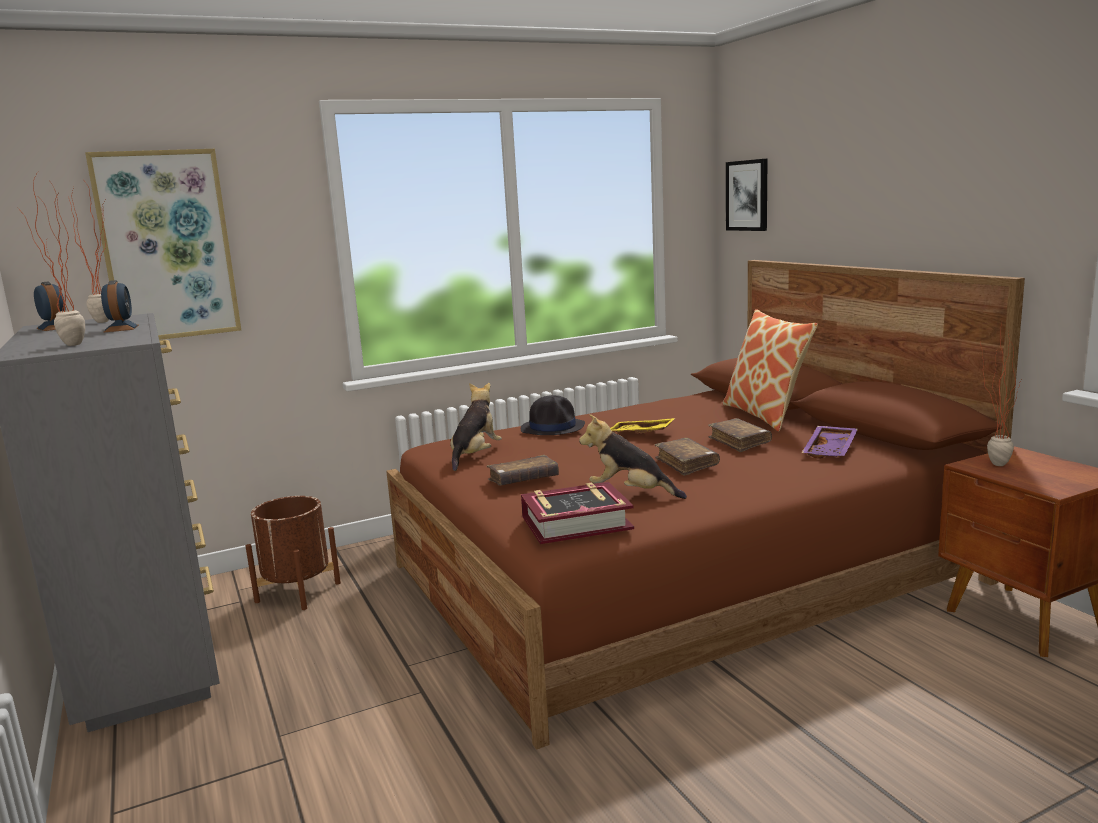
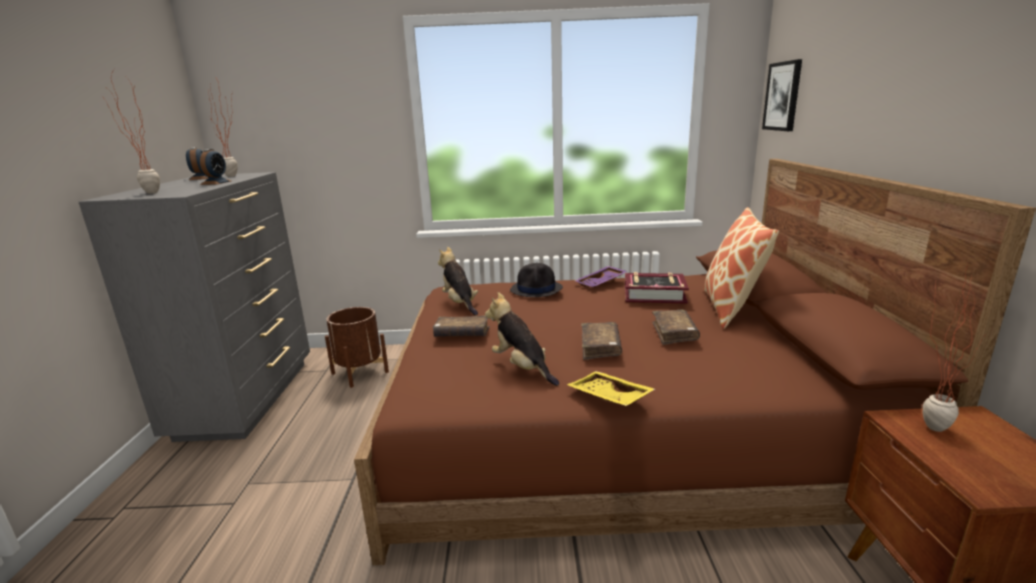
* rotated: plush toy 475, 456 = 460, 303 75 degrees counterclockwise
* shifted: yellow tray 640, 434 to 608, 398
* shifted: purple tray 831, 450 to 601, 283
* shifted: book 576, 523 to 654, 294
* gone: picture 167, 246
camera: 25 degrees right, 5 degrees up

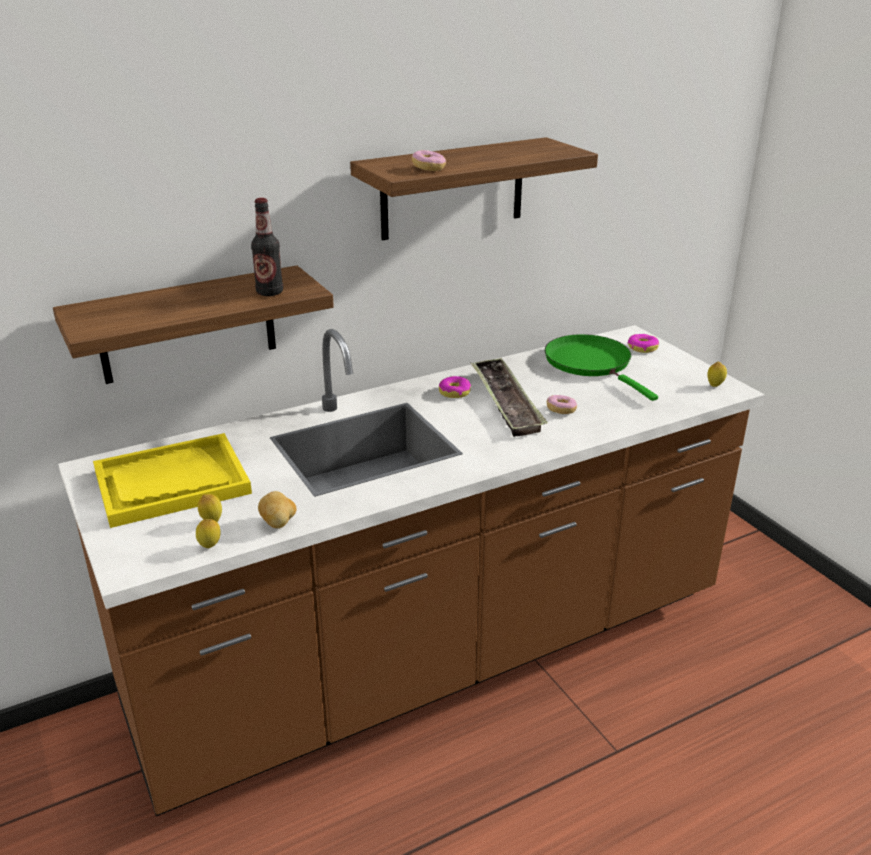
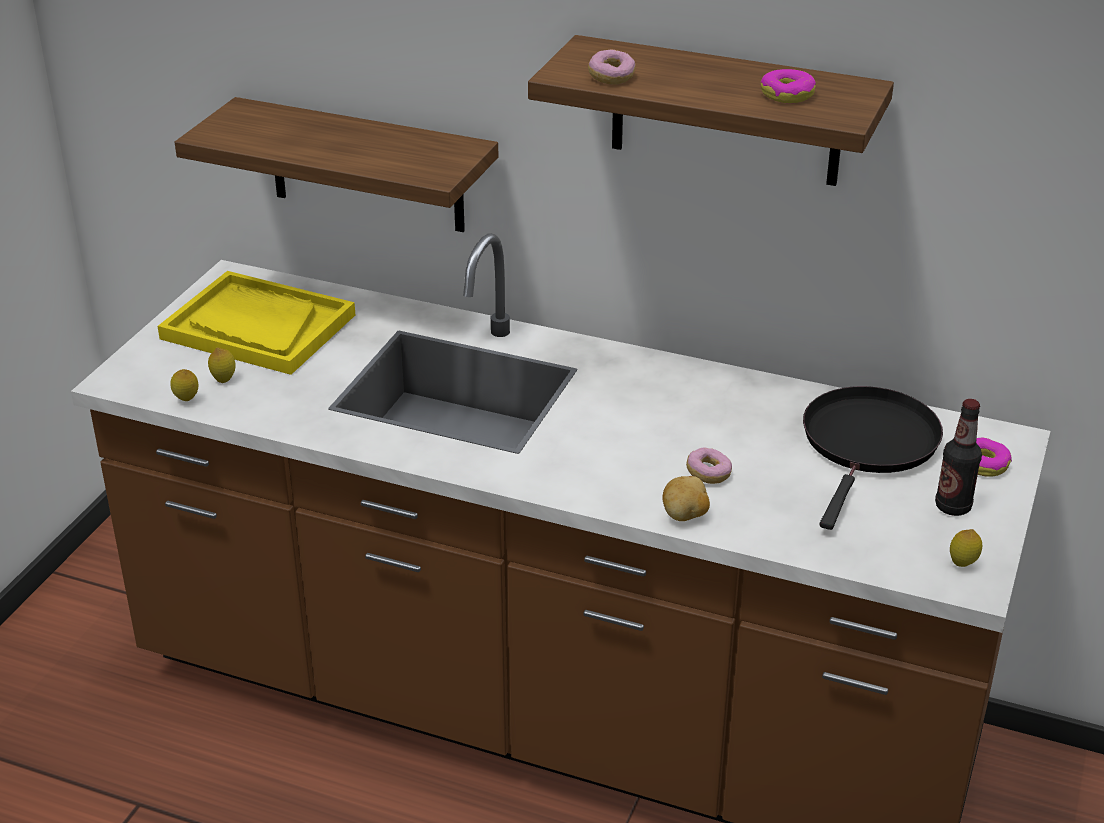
* shifted: potato 278, 523 to 685, 515
* shifted: donut 454, 392 to 787, 95
* repainted: green frying pan 591, 364 to black frying pan 868, 445
* shifted: bottle 269, 292 to 953, 507
* gone: tray 506, 402
camera: 50 degrees right, 5 degrees up

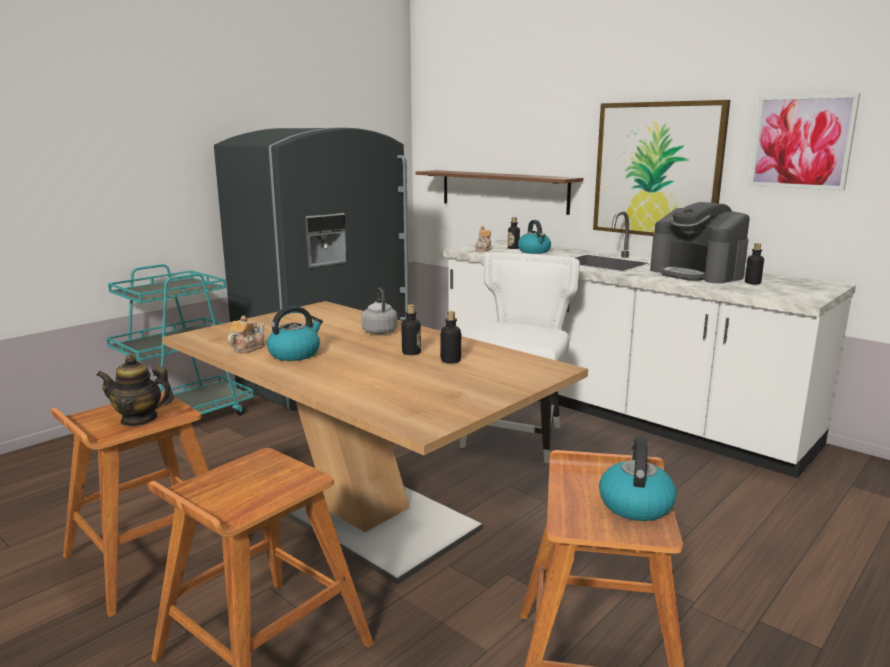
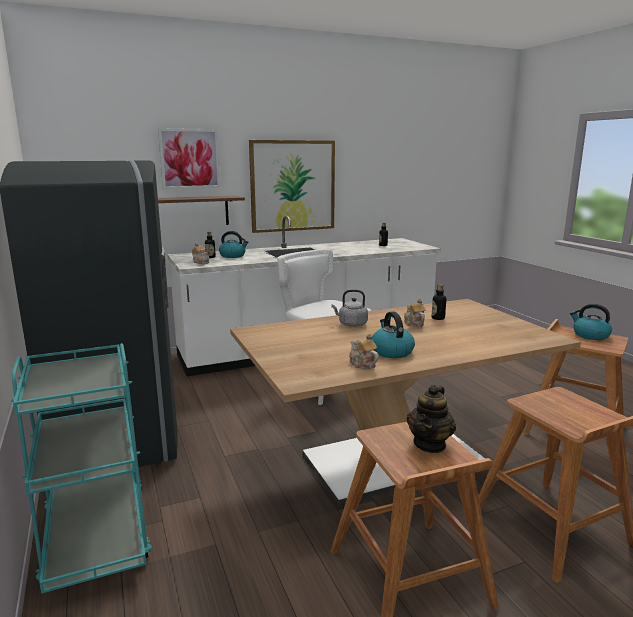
* shifted: picture 801, 142 to 189, 159
* swapped: bottle 411, 353 to teapot 413, 323
* gone: coffee machine 697, 274
camera: 65 degrees left, 0 degrees up

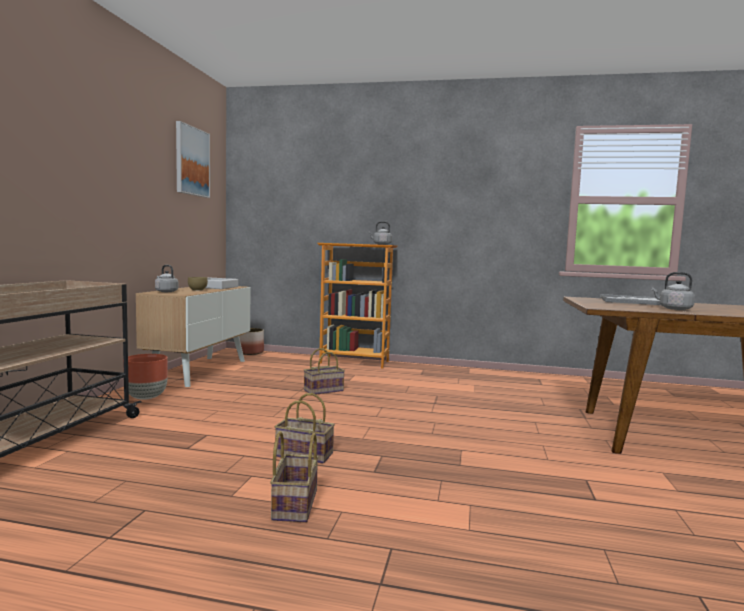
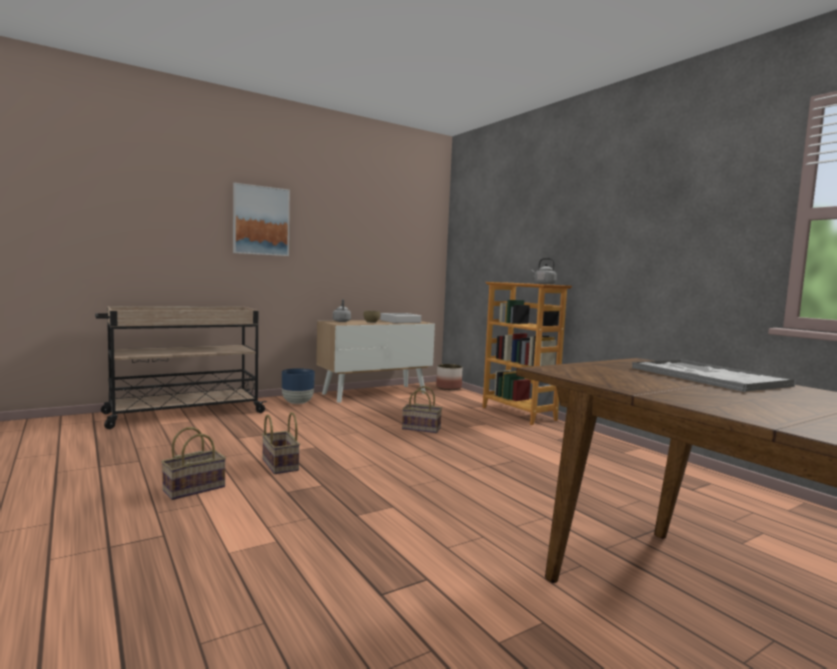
* shifted: picture 191, 161 to 261, 220
* repainted: brown planter 146, 397 to blue planter 298, 403
* gone: grey kettle 673, 309
camera: 45 degrees right, 0 degrees up

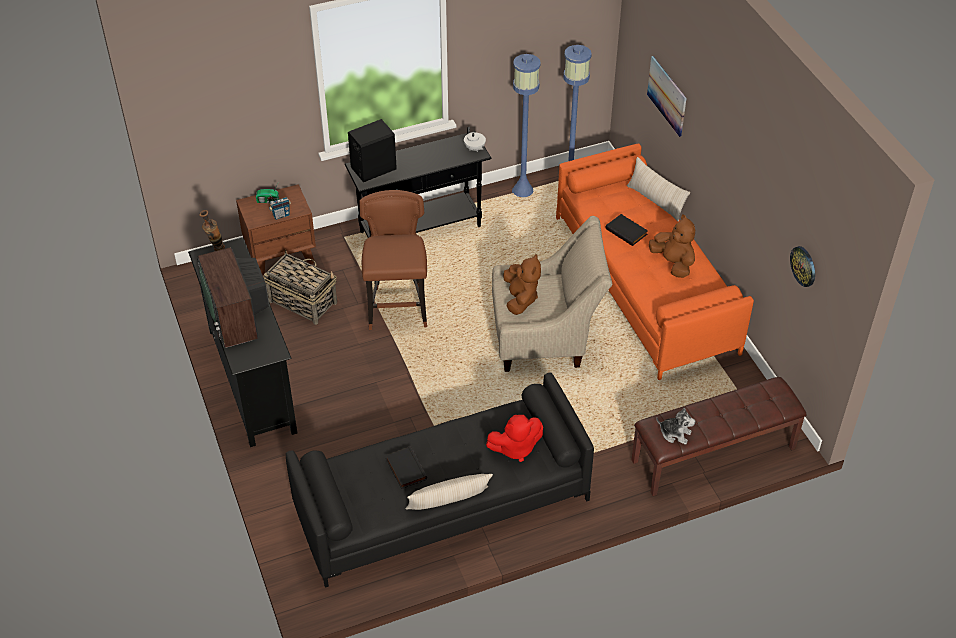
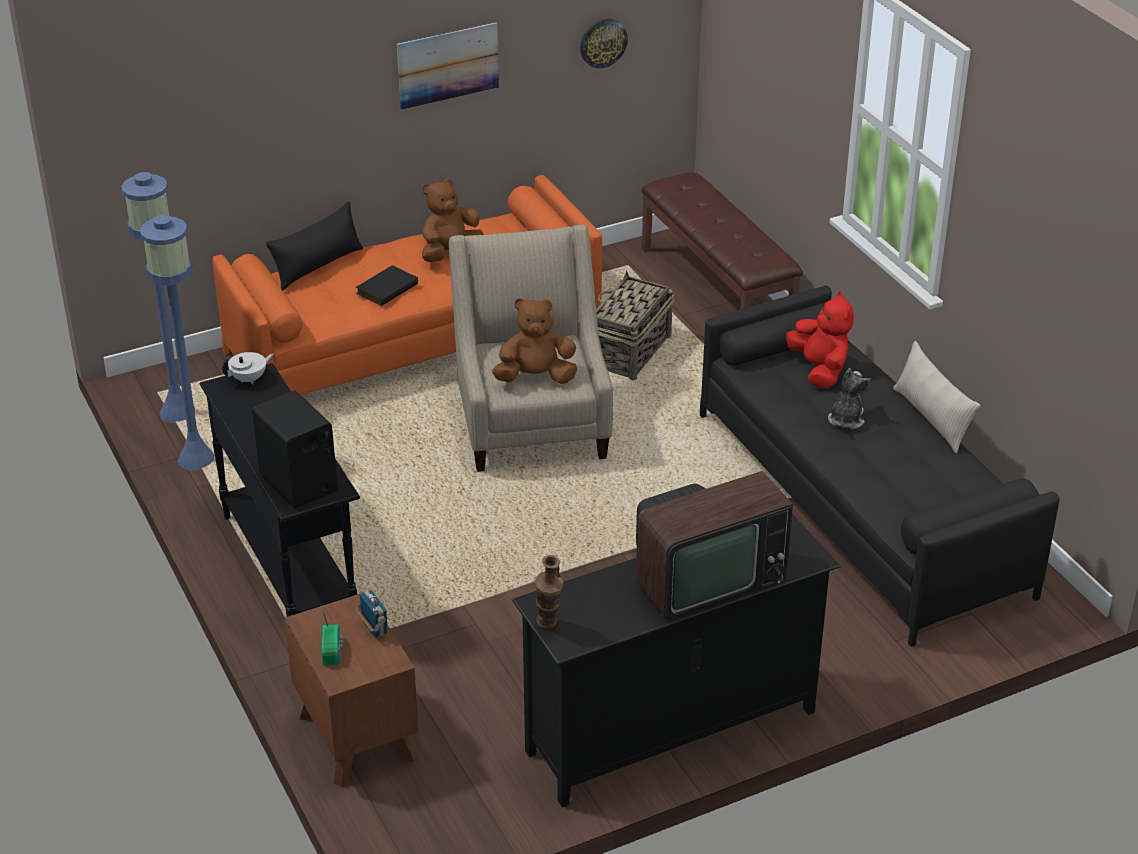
* repainted: beige pillow 656, 201 to black pillow 317, 266
* shifted: picture 667, 96 to 448, 65
* shifted: basket 302, 301 to 628, 352
* shifted: plush toy 675, 433 to 846, 419
* gone: brown stool 397, 308
* gone: black book 405, 469
camera: 95 degrees left, 10 degrees down

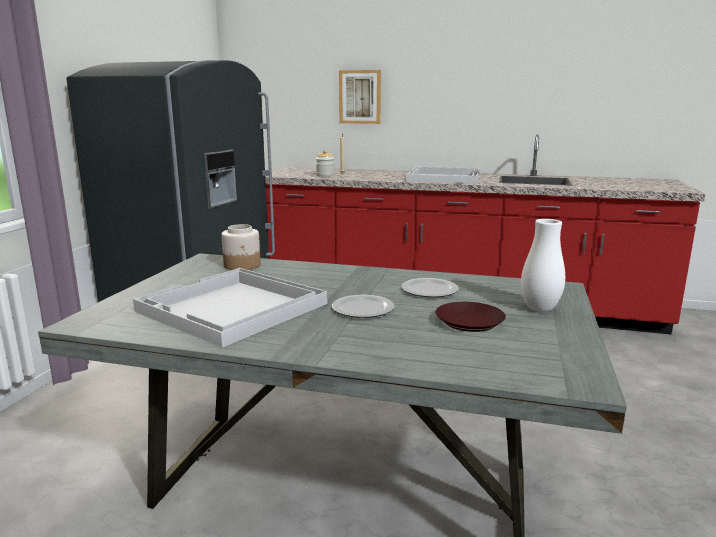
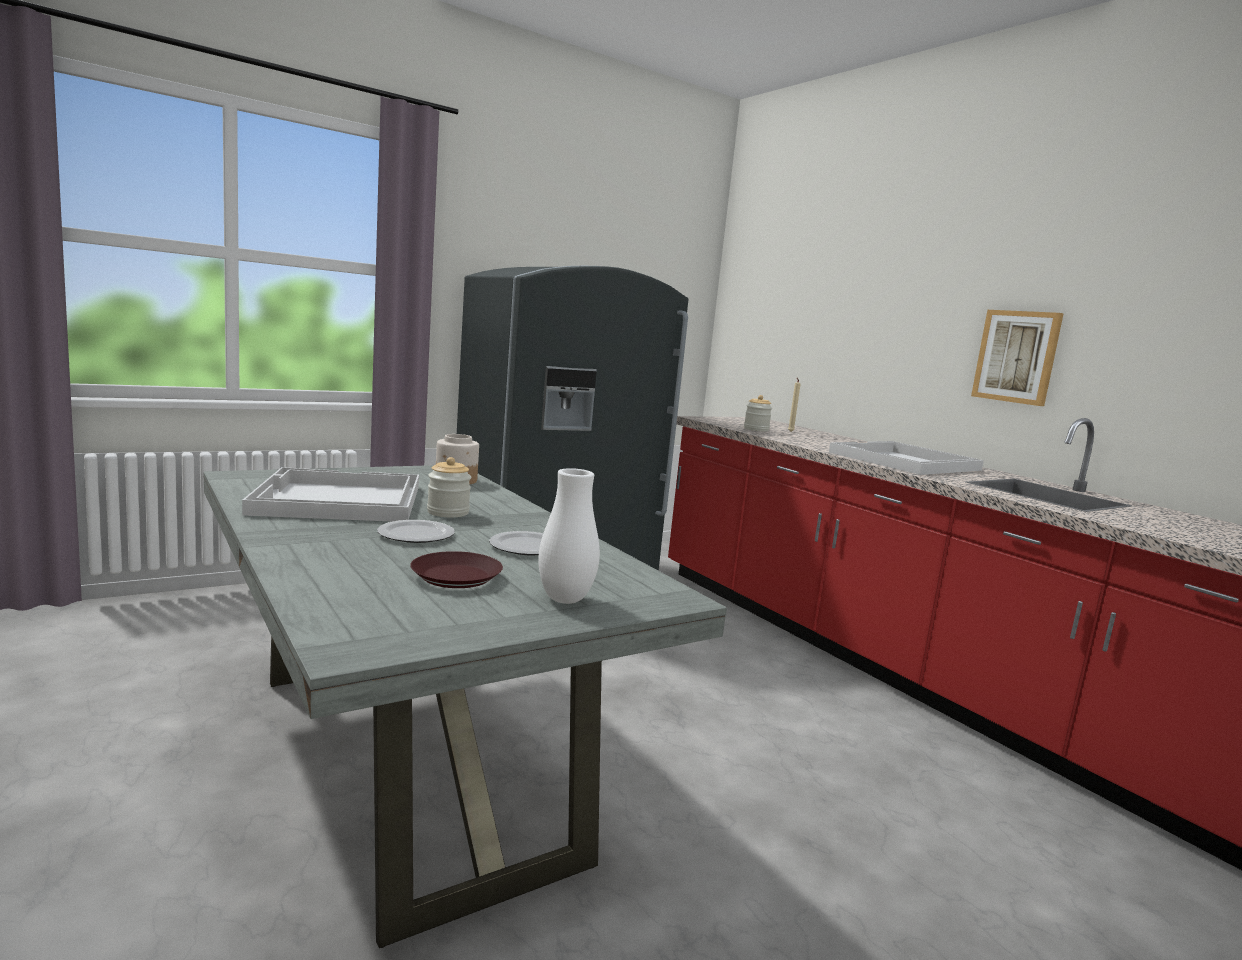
* new: jar 448, 512
* shifted: picture 360, 97 to 1017, 356
camera: 40 degrees right, 5 degrees down

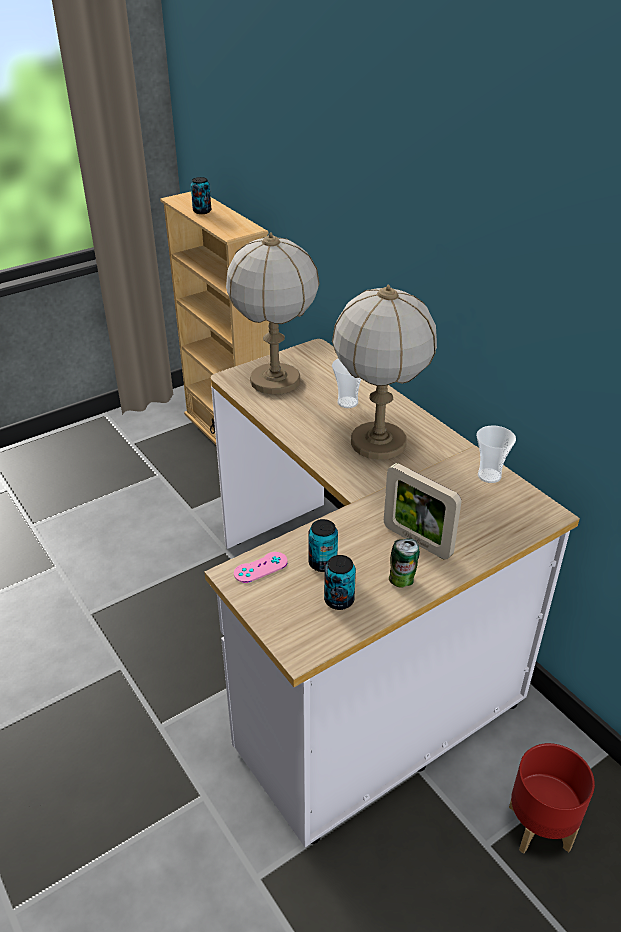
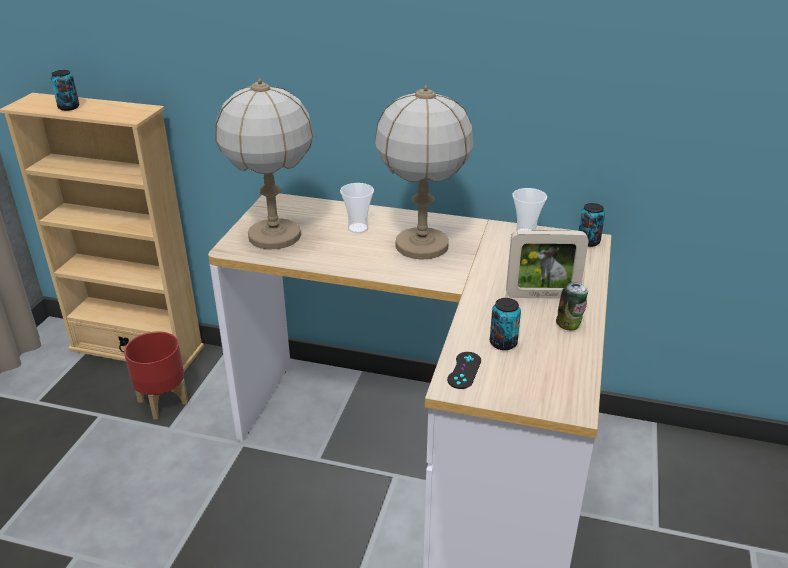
* shifted: red planter 538, 827 to 162, 402
* repainted: pink game controller 260, 567 to black game controller 464, 370
* shifted: can 339, 600 to 588, 242
camera: 40 degrees left, 5 degrees down

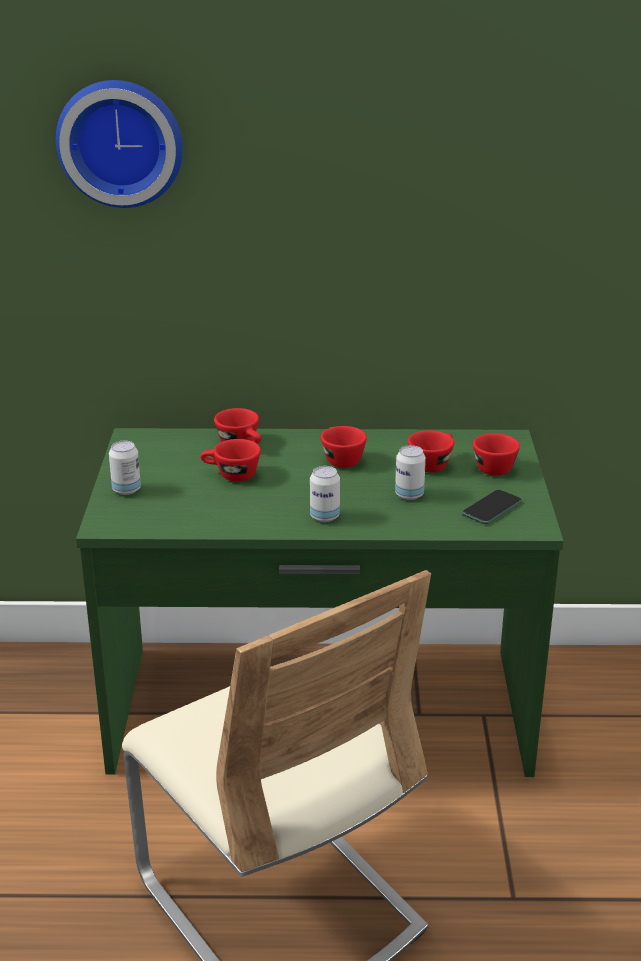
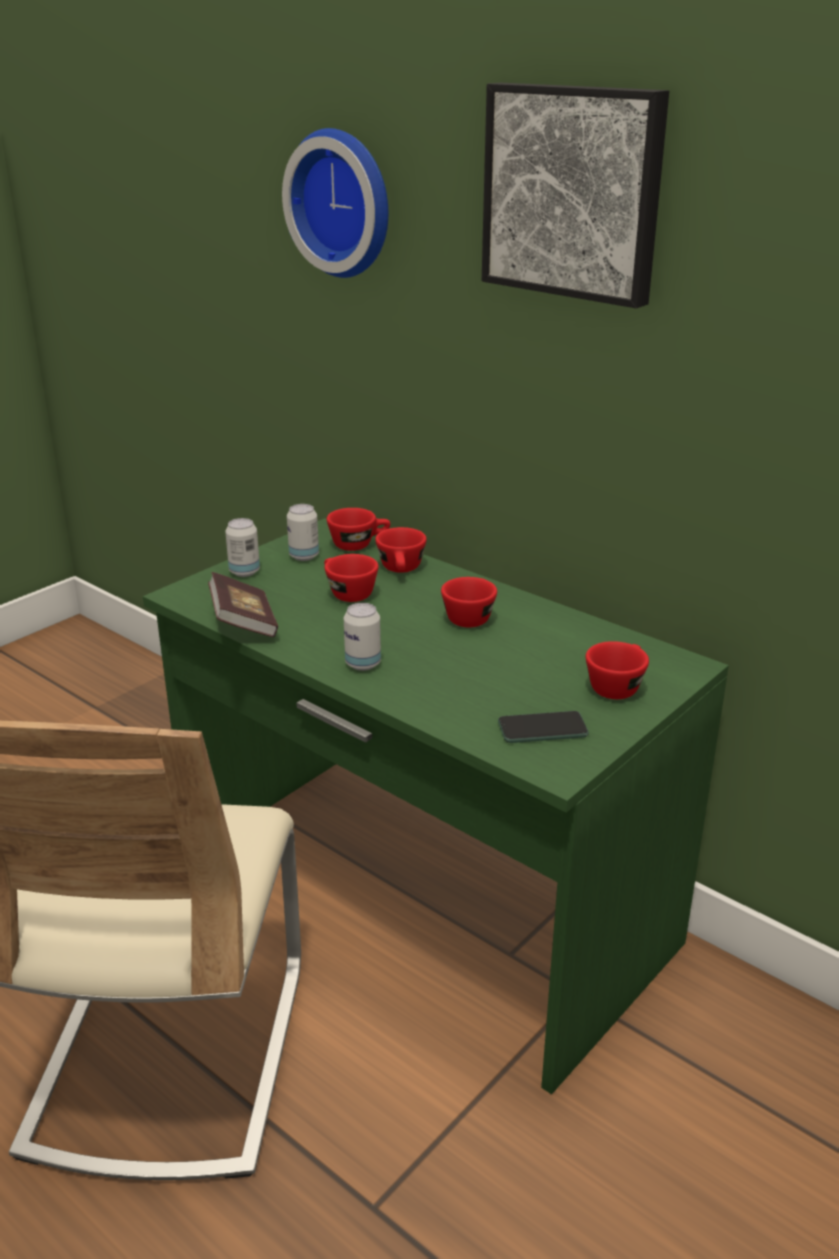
* new: book 244, 623
* shifted: can 409, 495 to 304, 556
* shifted: red cup 432, 463 to 359, 544
* new: picture 574, 192
camera: 40 degrees right, 0 degrees up

